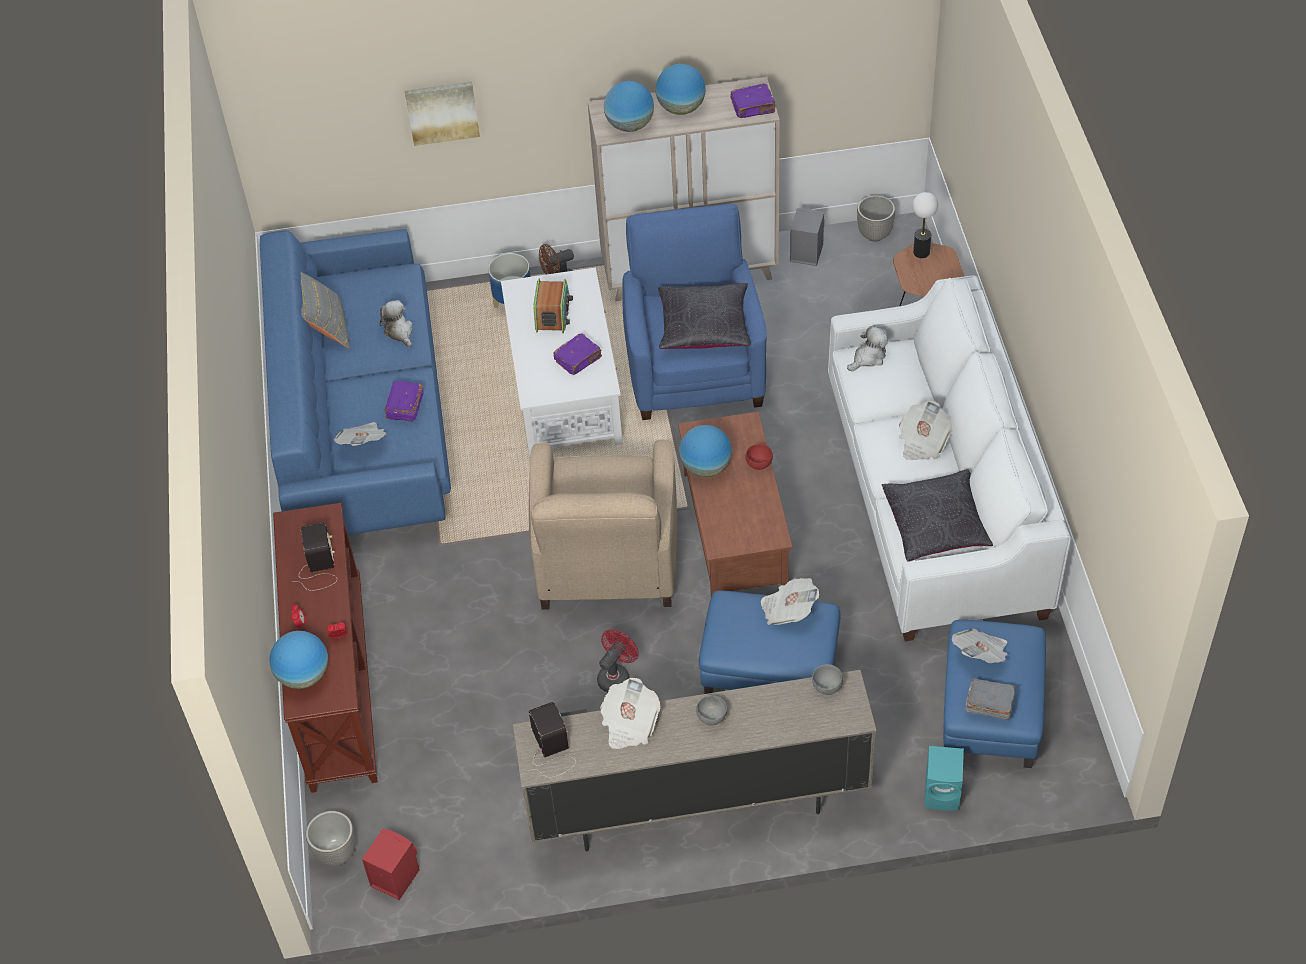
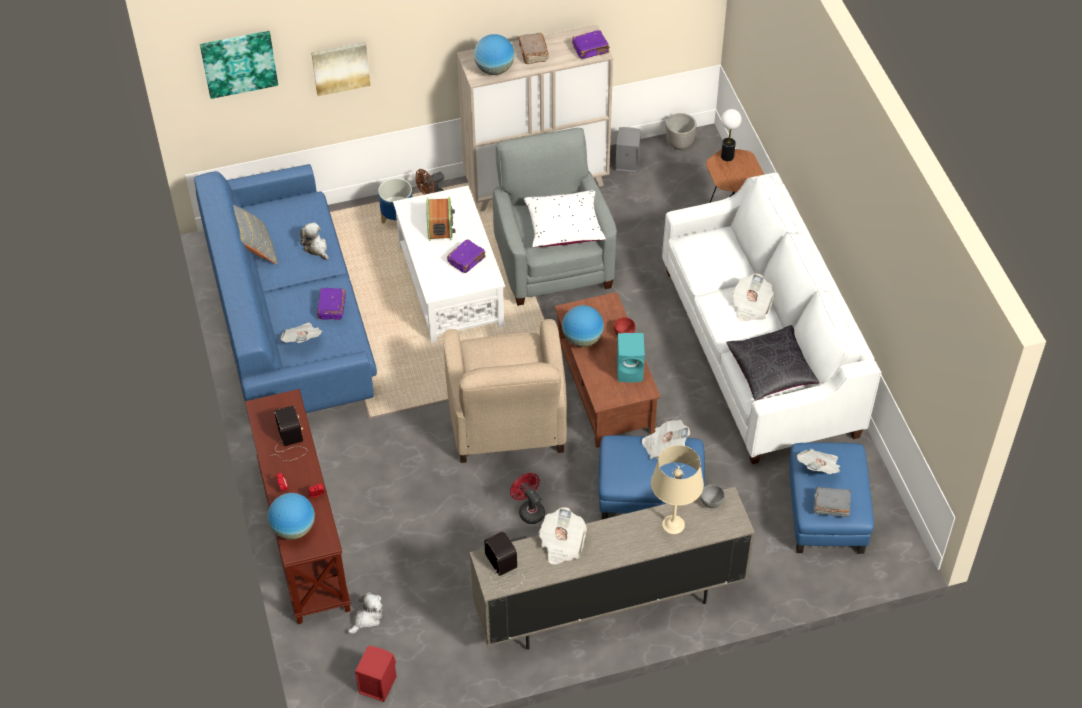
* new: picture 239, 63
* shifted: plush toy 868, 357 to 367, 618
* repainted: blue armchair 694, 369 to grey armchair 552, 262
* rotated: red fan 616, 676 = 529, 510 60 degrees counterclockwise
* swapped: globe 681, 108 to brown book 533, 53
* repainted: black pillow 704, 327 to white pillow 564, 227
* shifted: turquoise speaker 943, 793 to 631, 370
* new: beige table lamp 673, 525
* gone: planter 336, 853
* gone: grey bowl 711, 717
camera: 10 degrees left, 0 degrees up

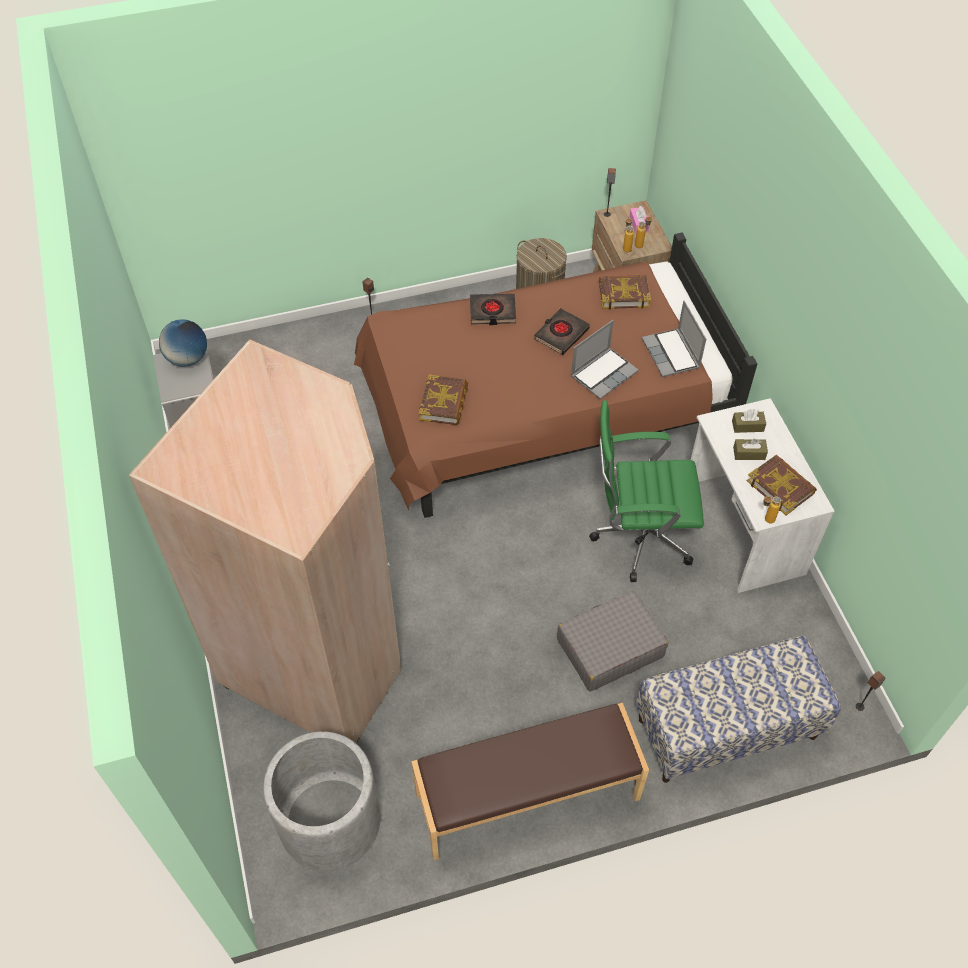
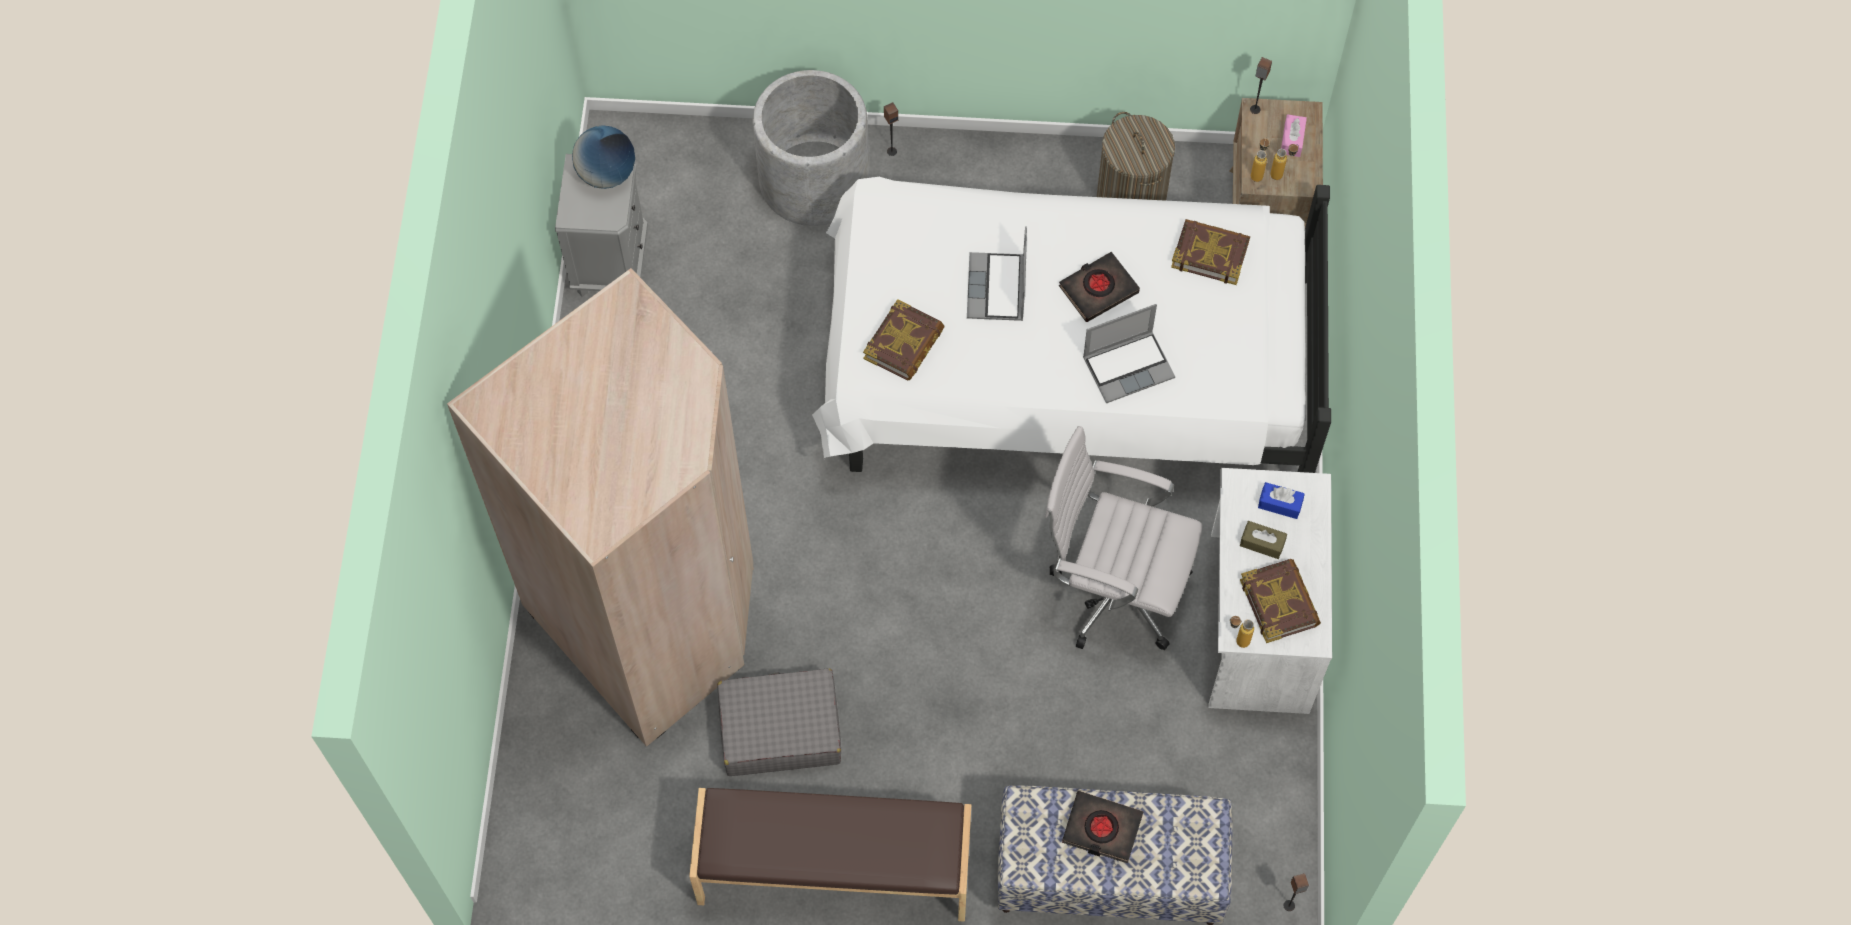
* shifted: grey suitcase 609, 648 to 779, 729
* shifted: grey planter 330, 820 to 814, 180
* repainted: brown bed 540, 413 to white bed 1063, 368
* shifted: laptop 672, 354 to 997, 289
* repainted: green office chair 637, 538 to white office chair 1112, 590
* shifted: black book 492, 312 to 1101, 829
* repainted: brown tissue box 747, 426 to blue tissue box 1280, 504
camera: 20 degrees right, 10 degrees up

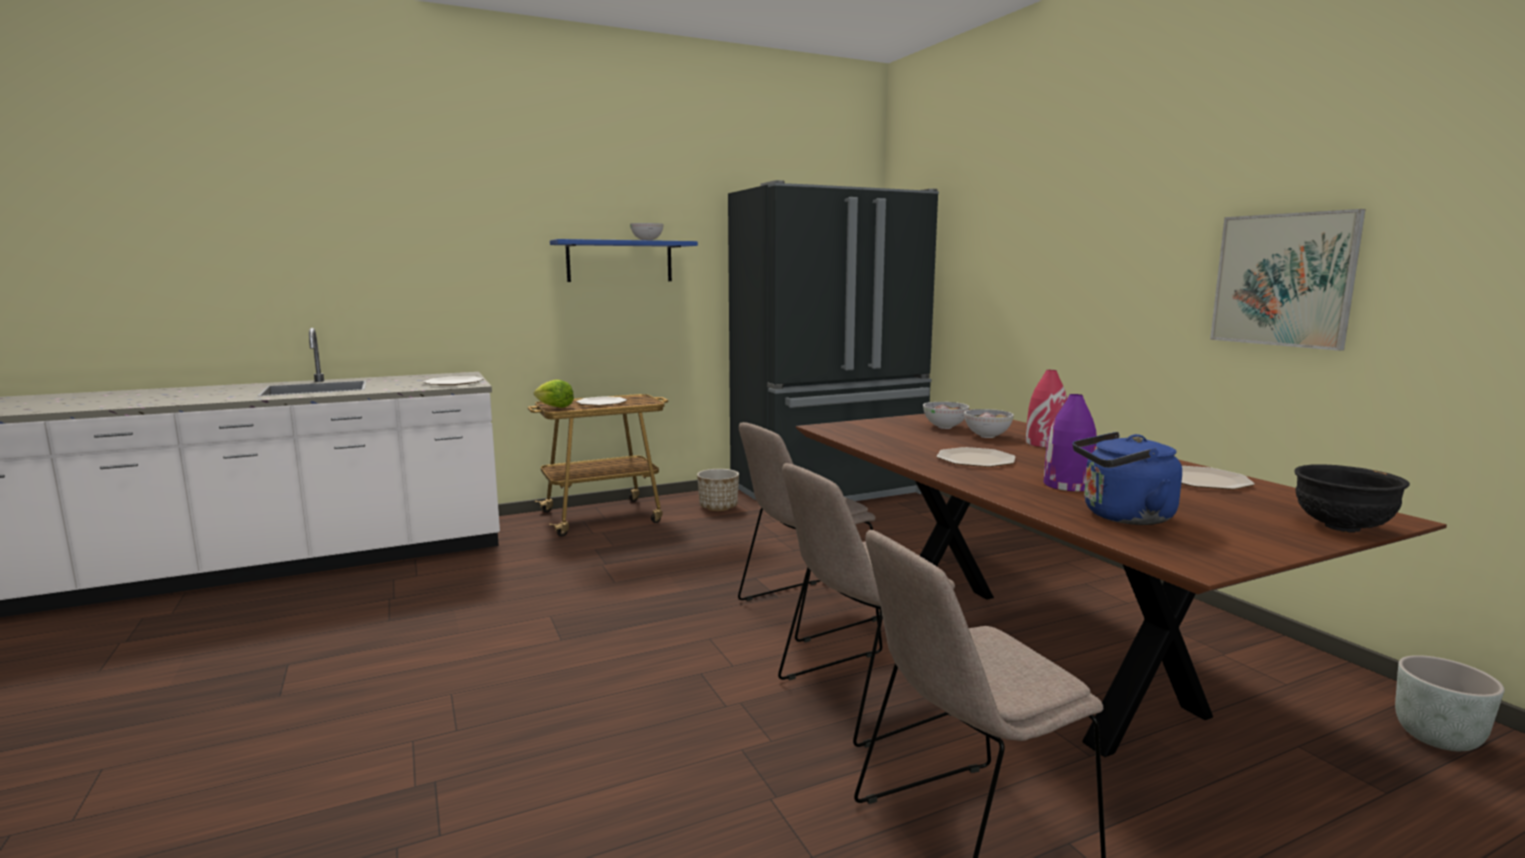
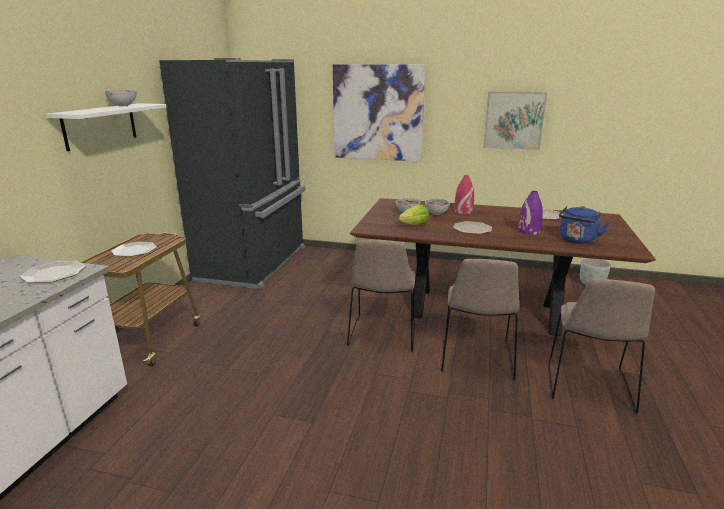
* repainted: blue shelf 620, 261 to white shelf 100, 126
* new: picture 377, 113
* shifted: lettuce 554, 407 to 415, 225
* gone: planter 718, 507
* gone: black bowl 1340, 527
camera: 50 degrees left, 10 degrees up

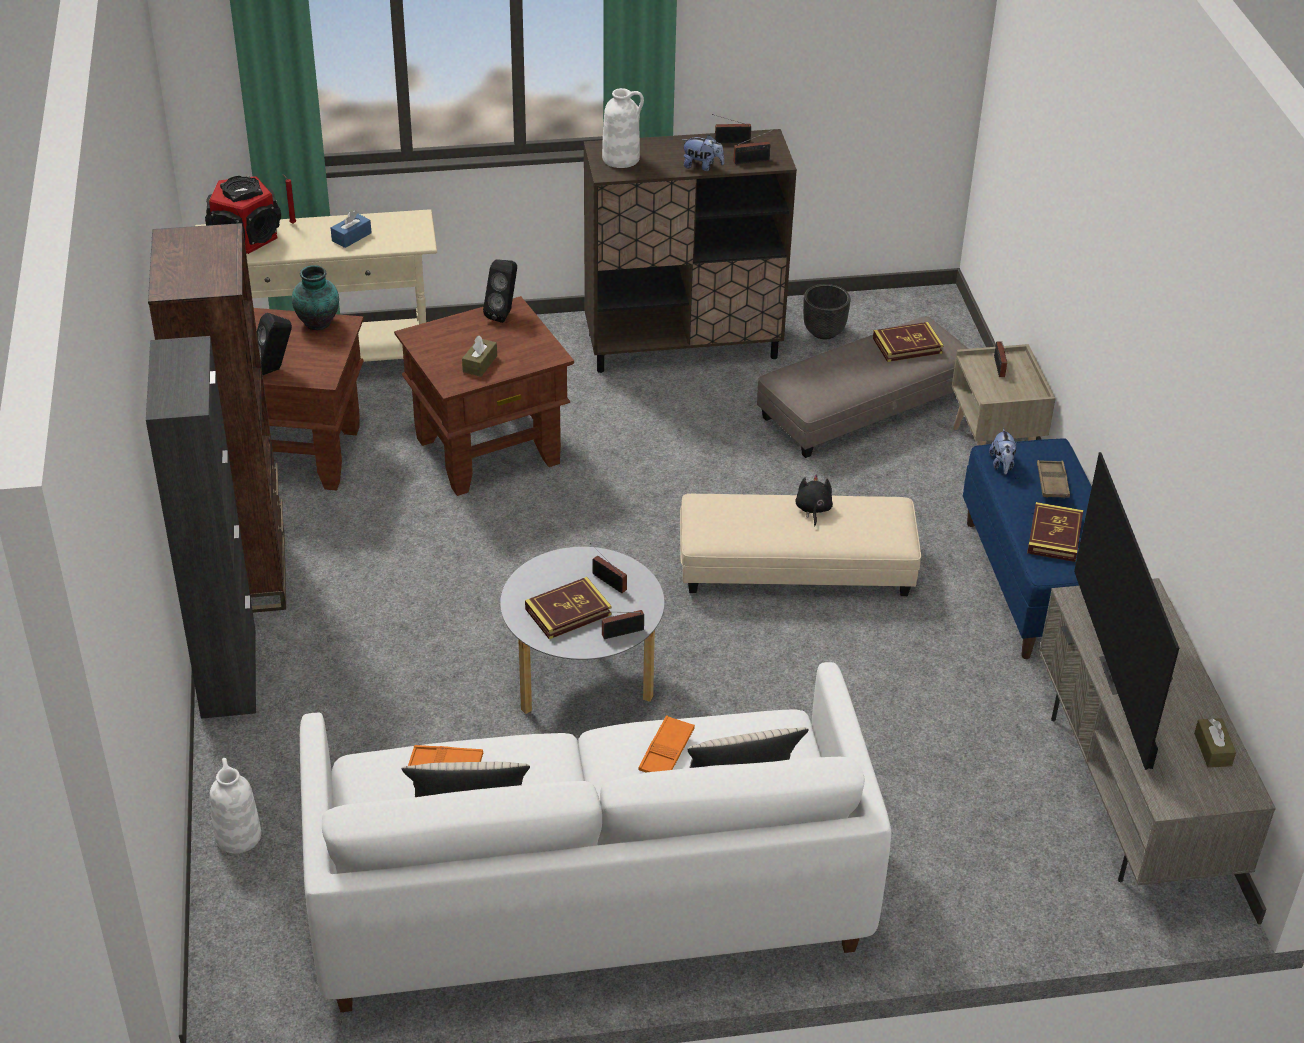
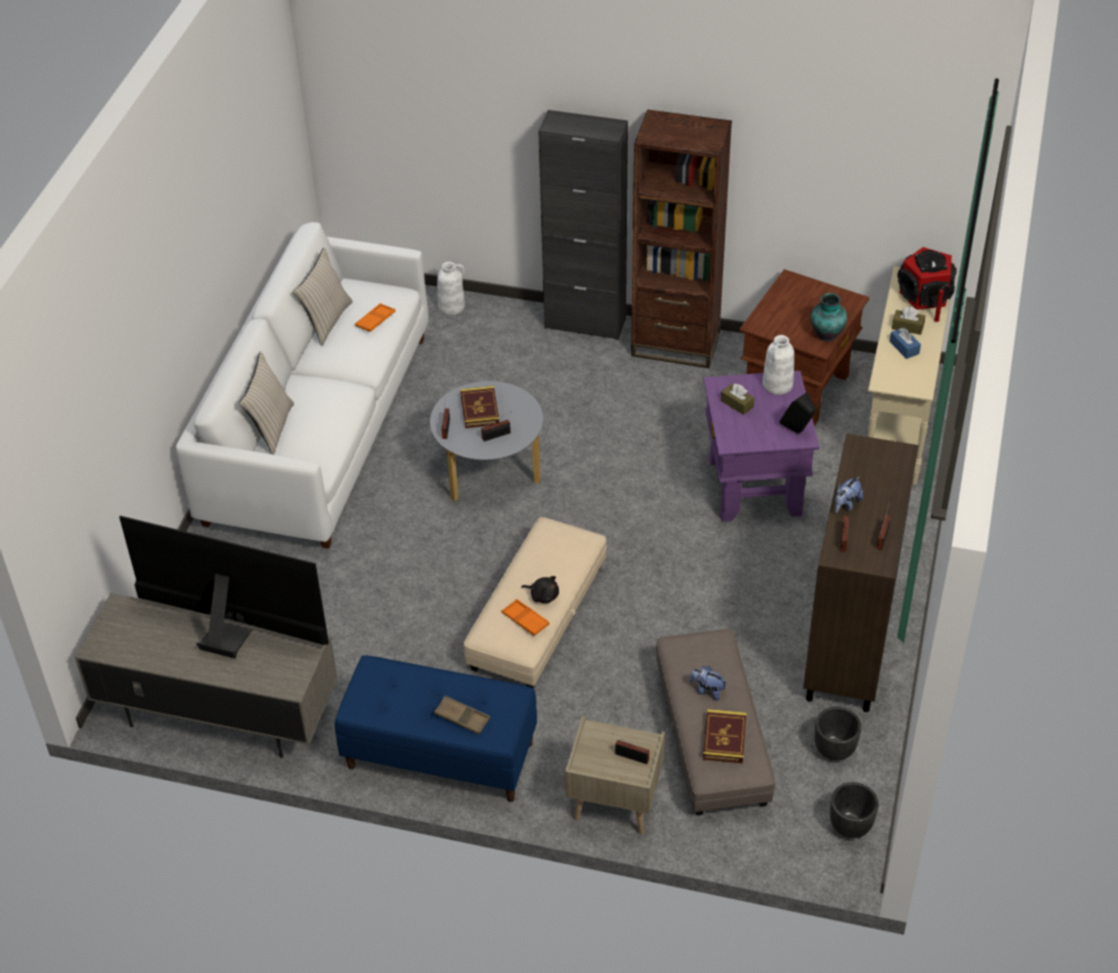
* shifted: orange tray 666, 751 to 525, 620
* shifted: plush toy 1002, 464 to 707, 690
* repainted: brown side table 488, 451 to purple side table 754, 487
* shifted: white vase 621, 158 to 777, 385
* new: black planter 850, 826
* shifted: brown tissue box 1212, 749 to 907, 327
* gone: black speaker 274, 370
* gone: book 1054, 536
camera: 115 degrees right, 5 degrees up

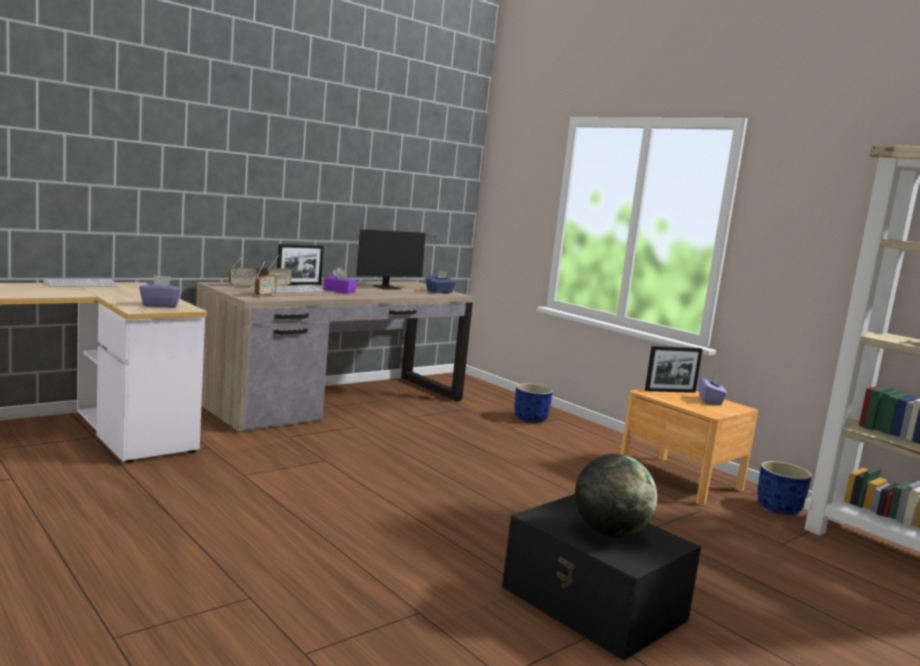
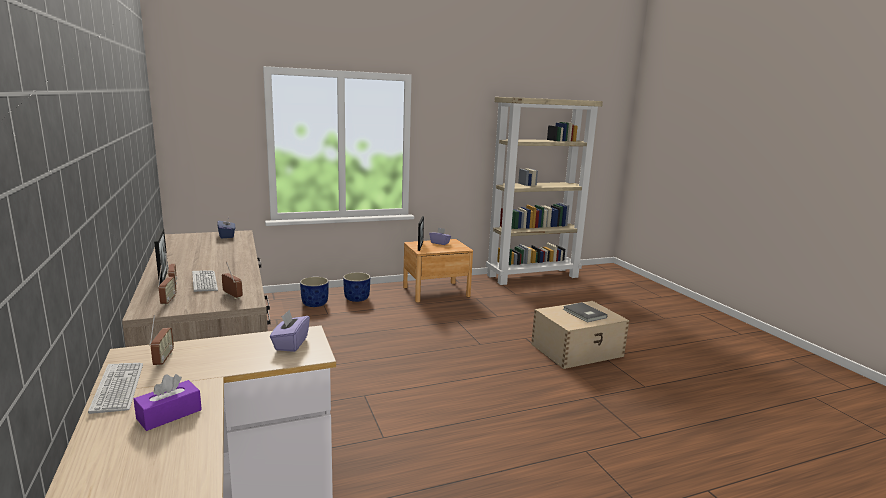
* shifted: purple tissue box 339, 291 to 169, 414
* new: radio 163, 359
* shifted: blue planter 779, 508 to 357, 298
* repainted: black storage box 594, 604 to beige storage box 577, 350
* swapped: globe 609, 532 to grey book 584, 314
* gone: monitor 391, 288
camera: 70 degrees left, 5 degrees up

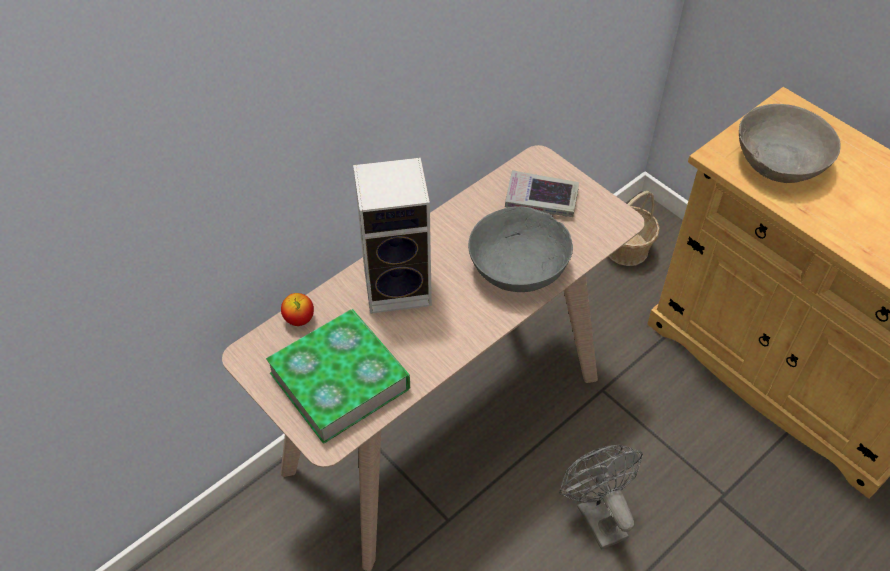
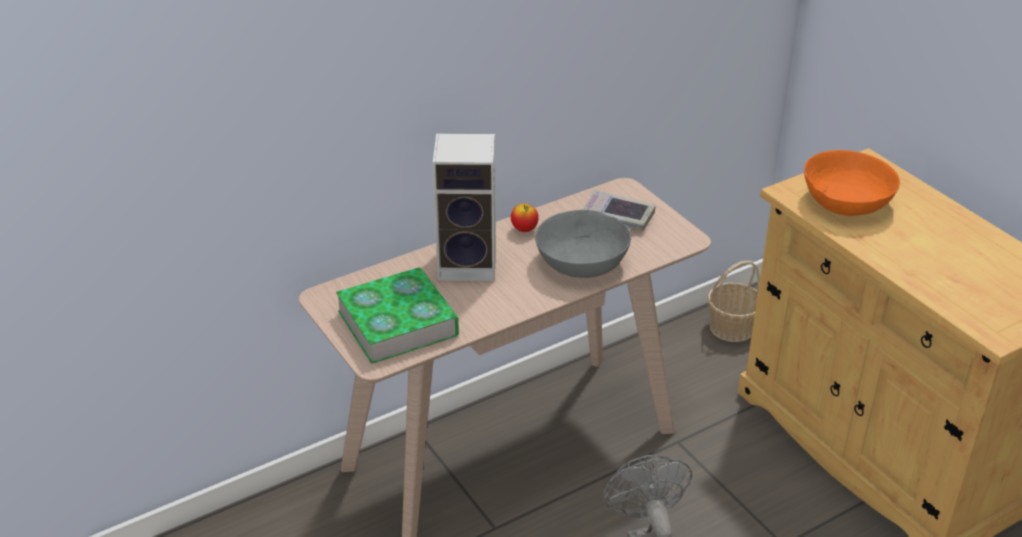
* shifted: apple 299, 319 to 524, 229
* repainted: grey bowl 781, 161 to orange bowl 847, 201
camera: 10 degrees right, 15 degrees down

